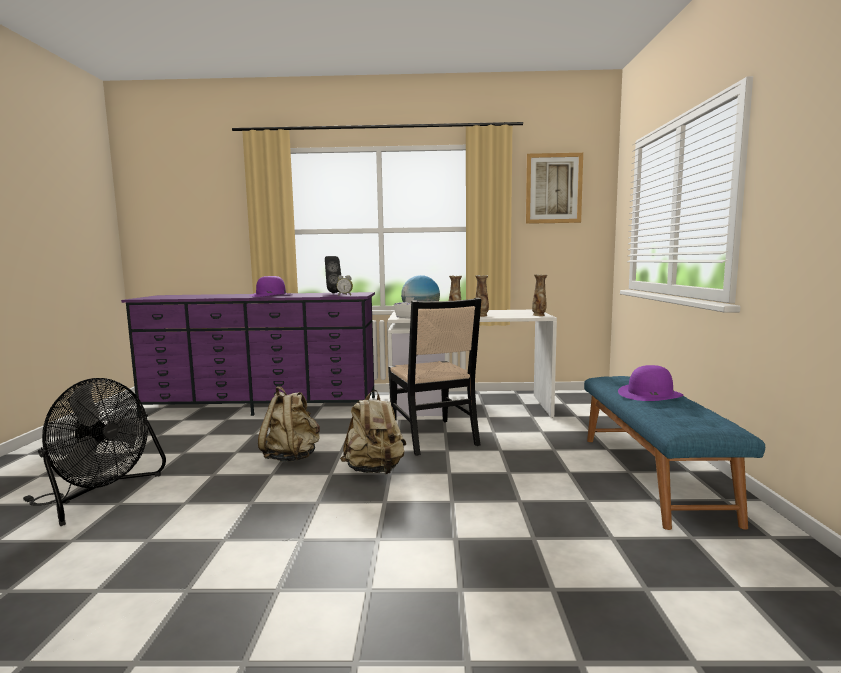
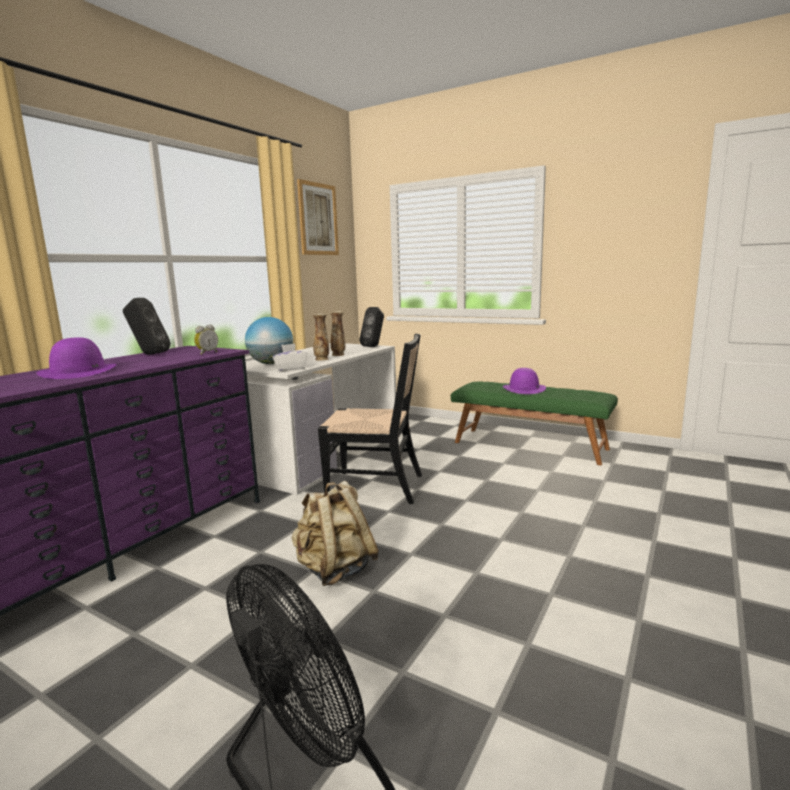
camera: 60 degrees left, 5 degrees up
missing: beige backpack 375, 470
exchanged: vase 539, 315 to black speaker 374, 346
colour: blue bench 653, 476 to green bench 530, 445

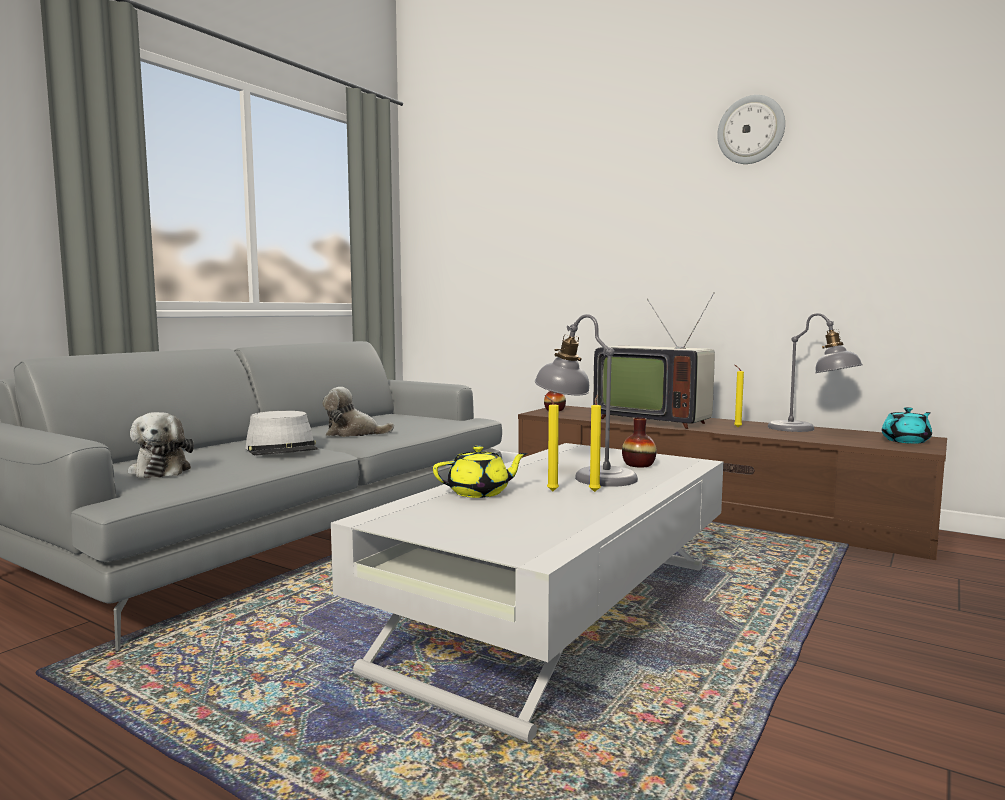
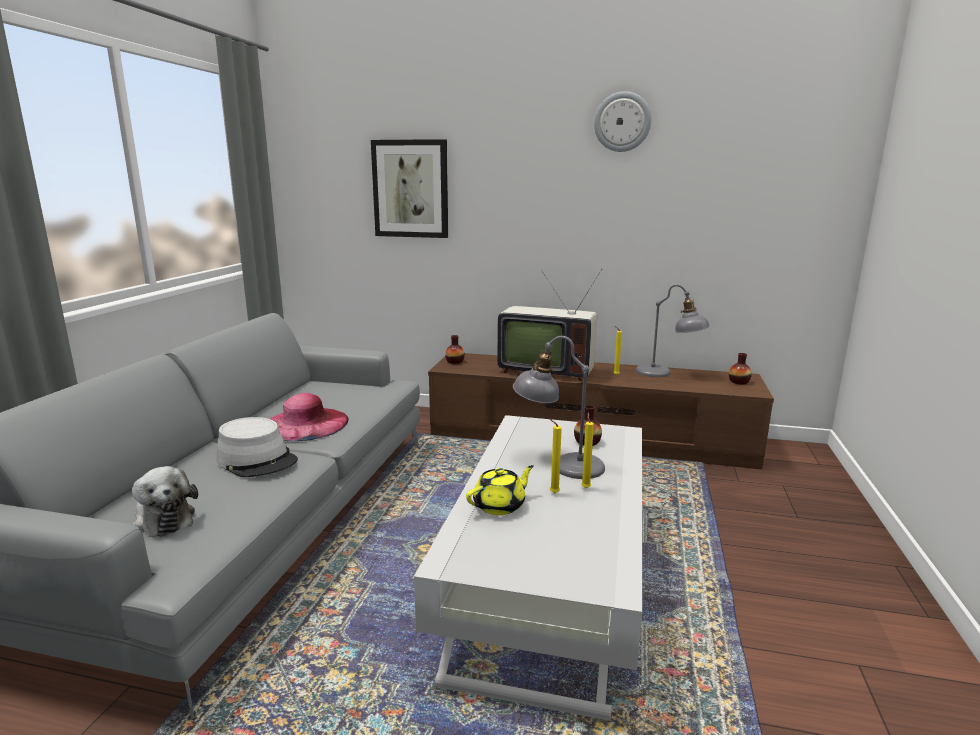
camera: 20 degrees left, 10 degrees up
appeared: picture 410, 189
exchanged: plush toy 353, 433 to pink hat 305, 423; turquoise teapot 906, 441 to vase 738, 382

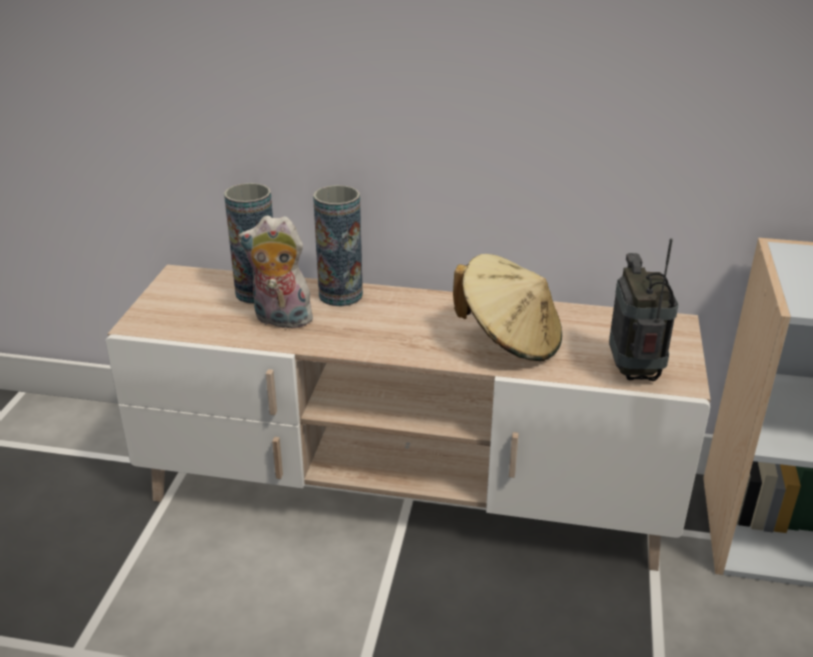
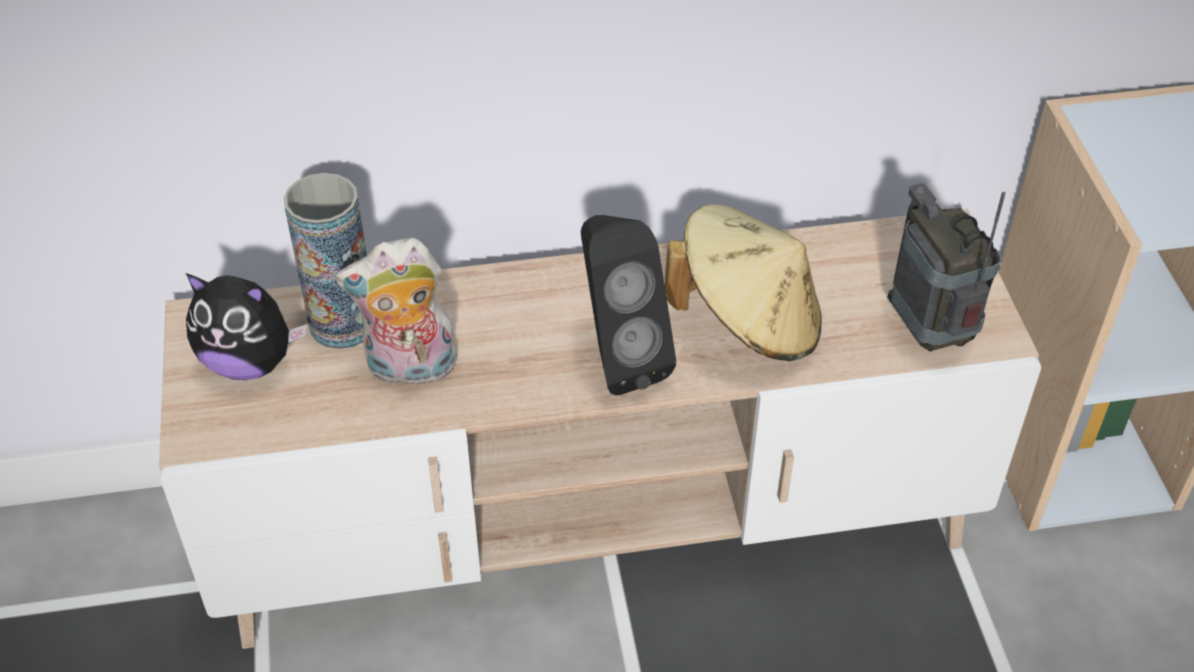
camera: 20 degrees left, 15 degrees up
missing: vase 340, 295
appeared: plush toy 249, 362; black speaker 618, 359

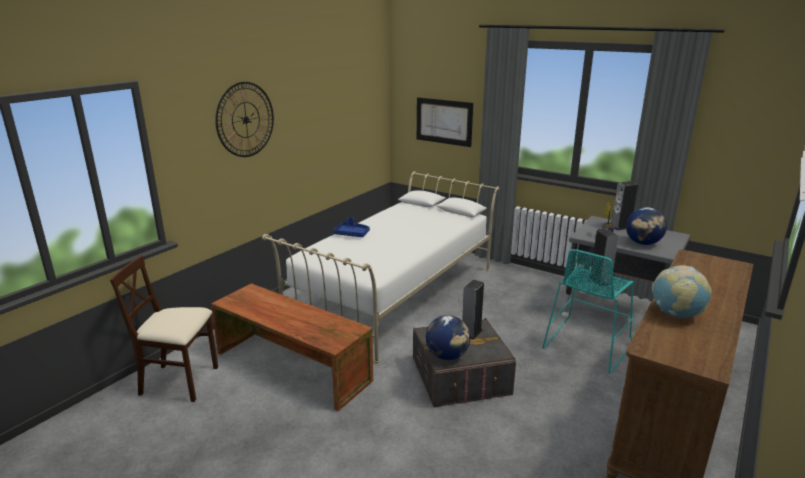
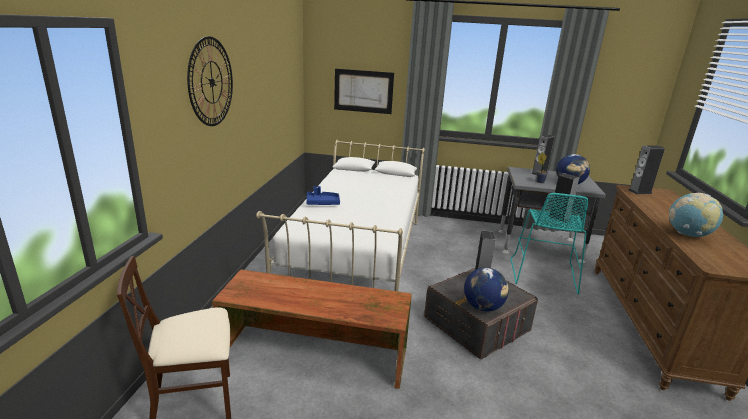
camera: 25 degrees left, 0 degrees up
appeared: speaker 640, 192

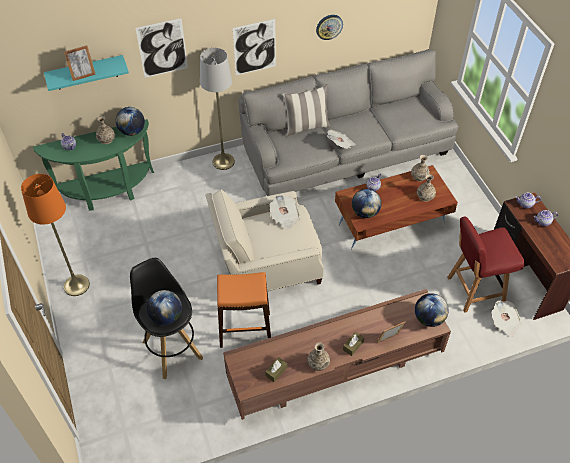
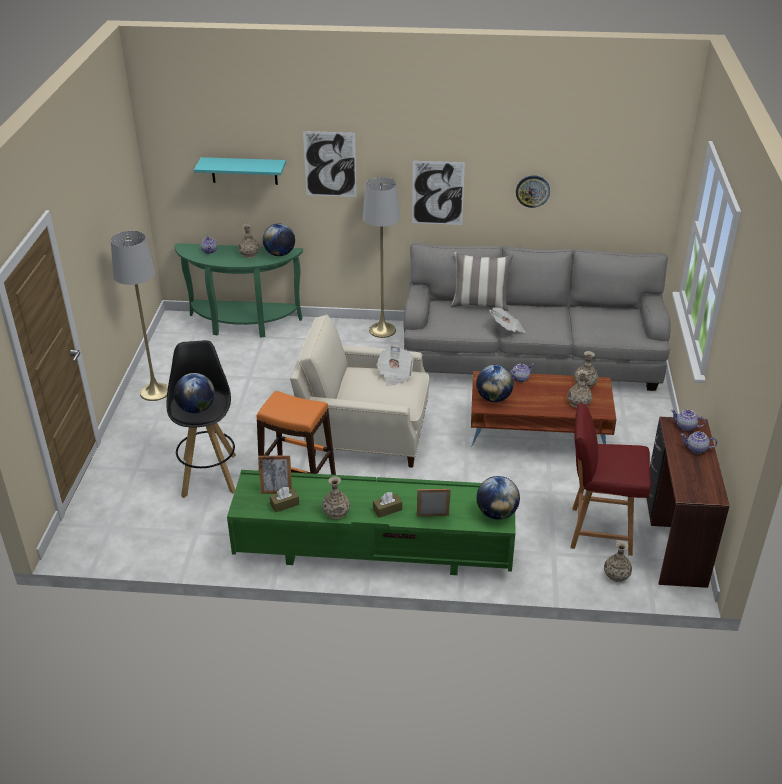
camera: 25 degrees right, 15 degrees down
relocated: picture frame 83, 75 to 276, 490
exchanged: newspaper 504, 323 to vase 616, 575
colour: orange floor lamp 76, 285 to grey floor lamp 155, 392; brown tv stand 335, 368 to green tv stand 374, 549

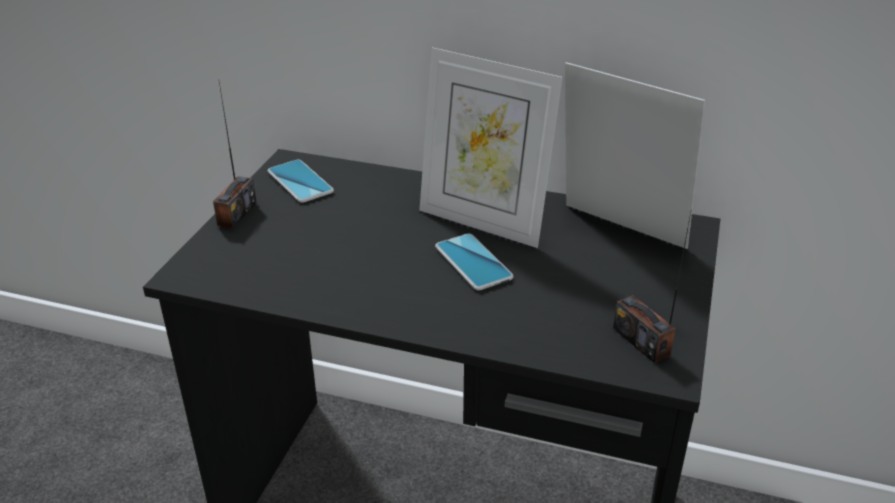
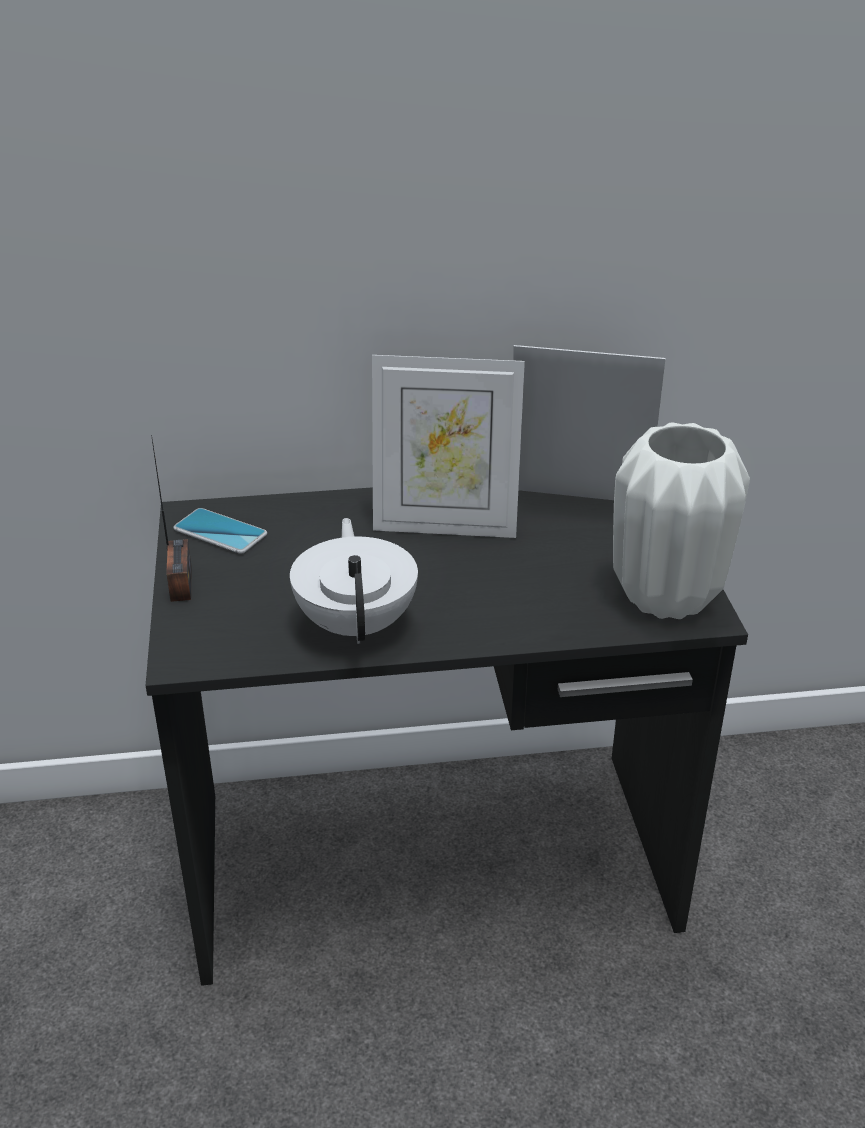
camera: 25 degrees left, 0 degrees up
missing: phone 473, 262
appeared: white teapot 357, 624
exchanged: radio 641, 341 to white vase 668, 597

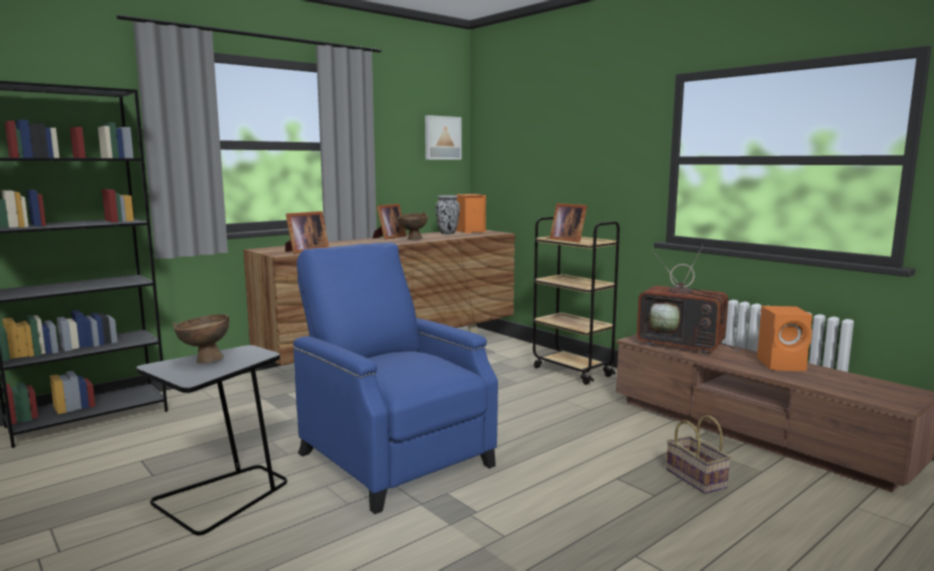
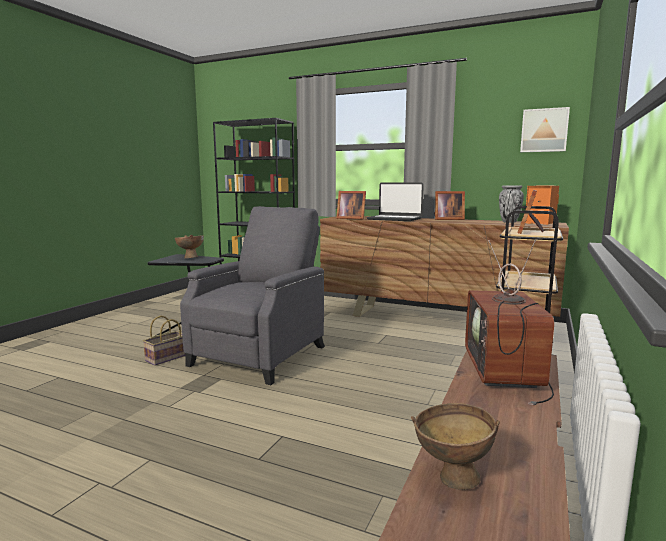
camera: 65 degrees right, 0 degrees up
missing: orange speaker 782, 365
appeared: laptop 395, 219
relocated: brown bowl 412, 239 to 450, 477; basket 697, 479 to 166, 358
colour: blue armchair 391, 457 to grey armchair 262, 354

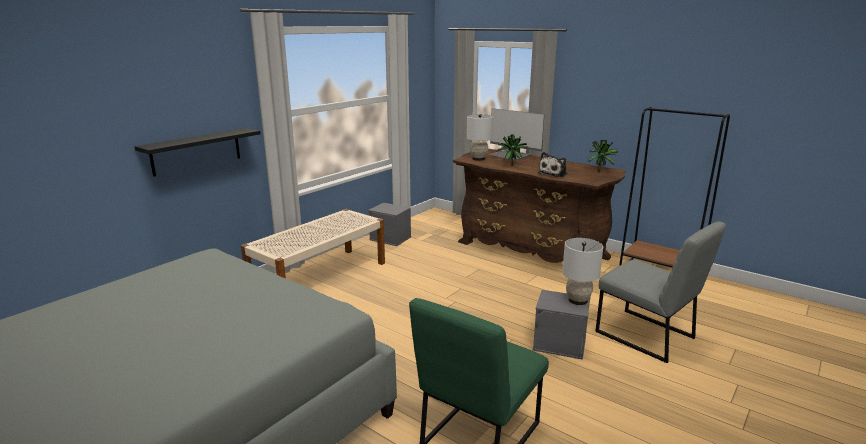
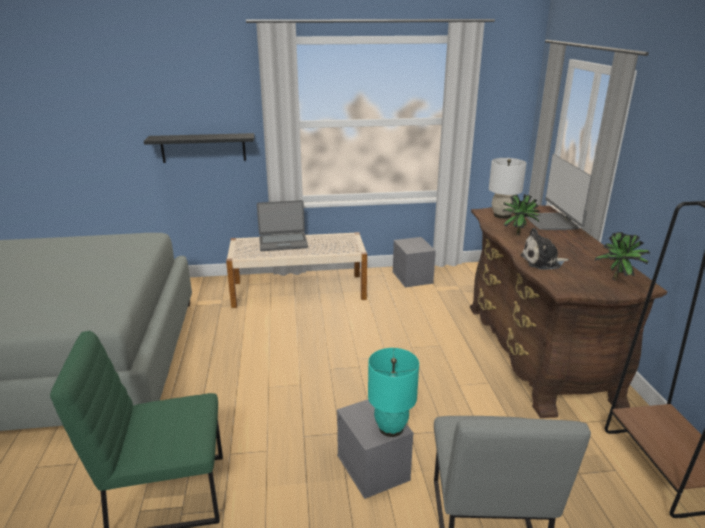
camera: 45 degrees right, 5 degrees up
appeared: laptop 283, 242
colour: white table lamp 578, 300 to turquoise table lamp 391, 428

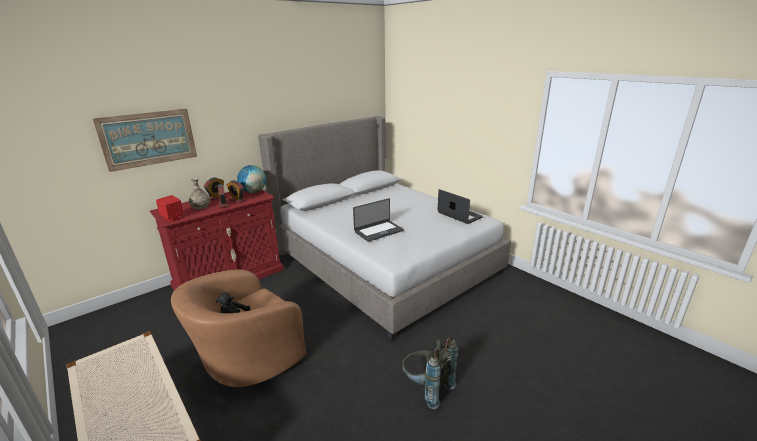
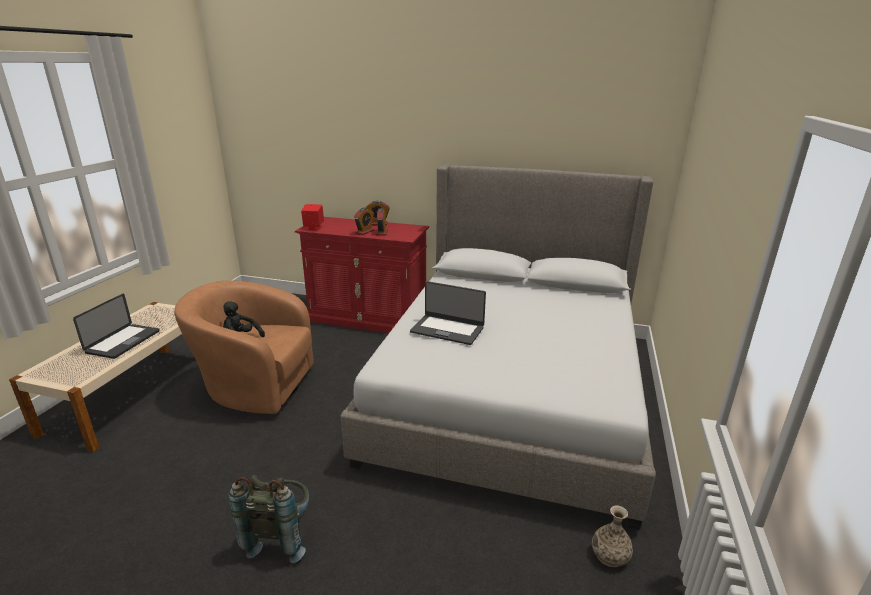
camera: 55 degrees right, 0 degrees up
missing: picture 149, 138; globe 253, 192
relocated: vase 200, 207 to 609, 555; laptop 459, 215 to 123, 342

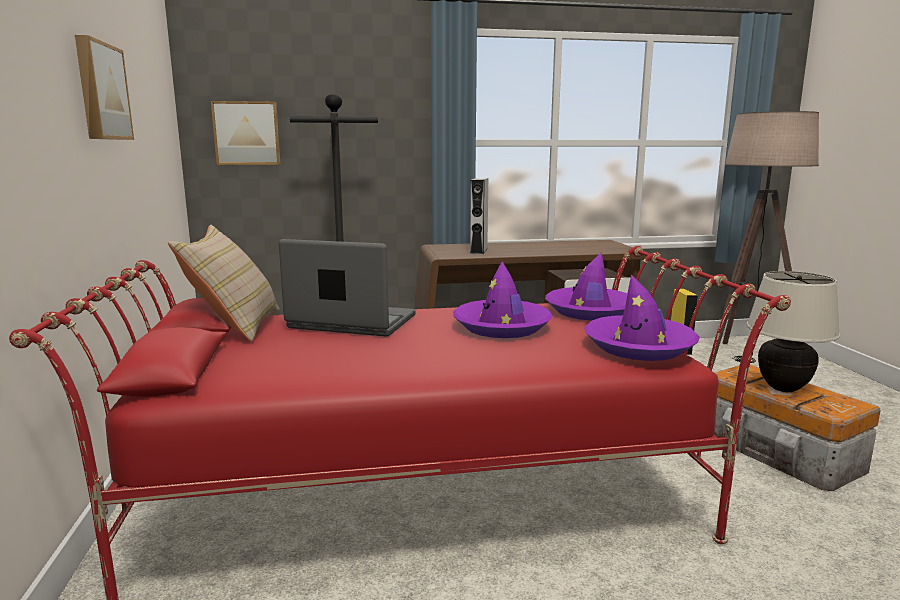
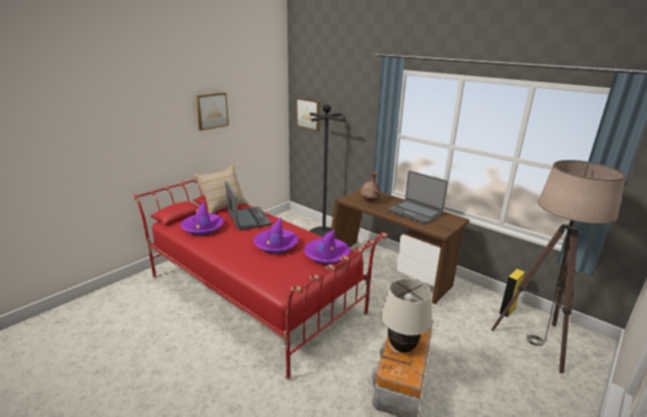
camera: 50 degrees right, 10 degrees up
appeared: laptop 415, 212
relocated: purple hat 639, 347 to 203, 228
exchanged: grey speaker 478, 251 to brown vase 370, 201

